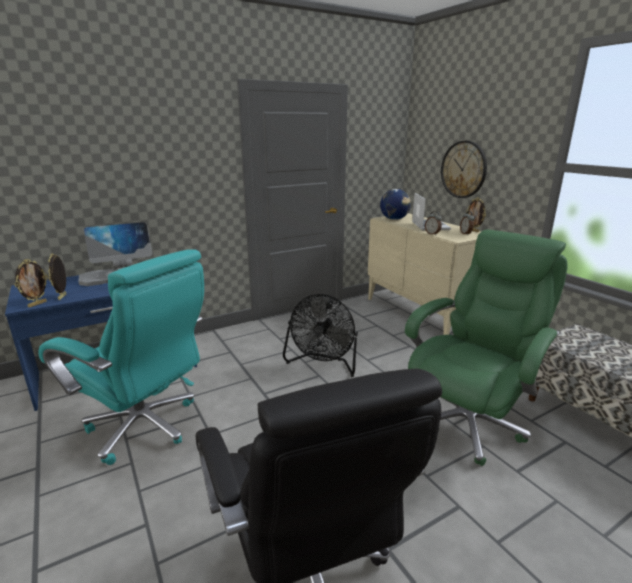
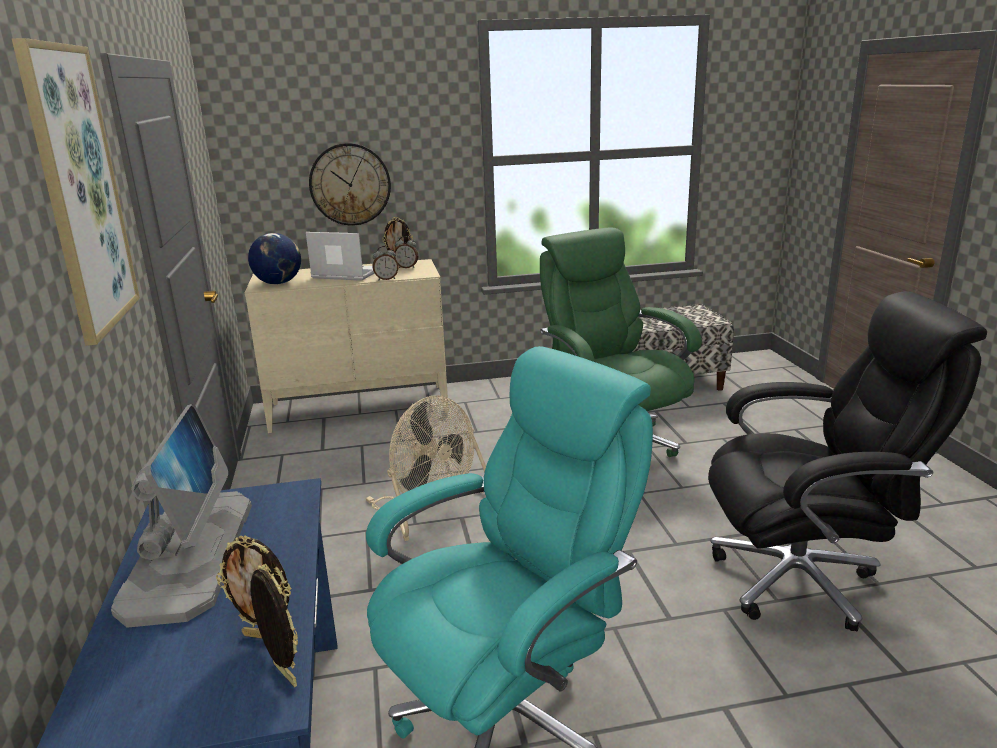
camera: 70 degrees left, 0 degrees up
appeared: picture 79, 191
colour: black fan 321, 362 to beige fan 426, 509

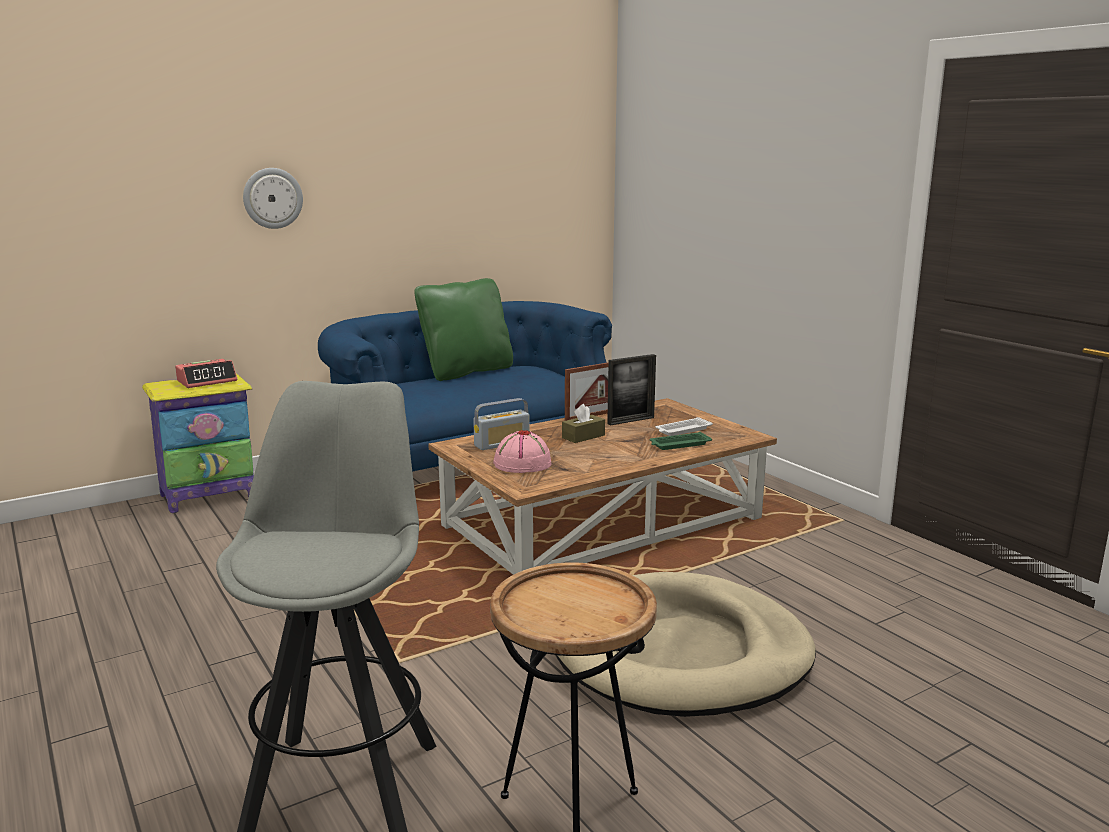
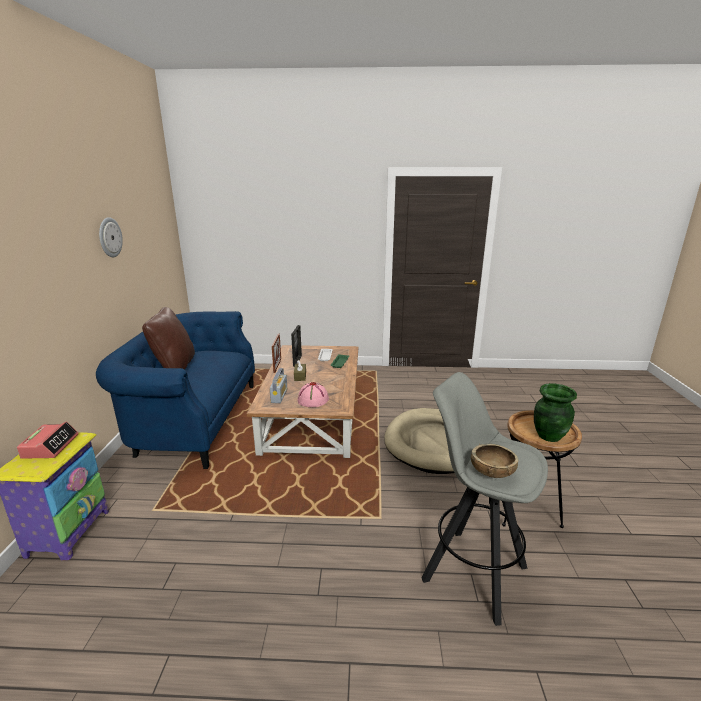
camera: 55 degrees left, 5 degrees up
appeared: brown bowl 492, 472; green vase 548, 436
relocated: wall clock 272, 198 to 109, 237
colour: green pillow 466, 371 to brown pillow 175, 367

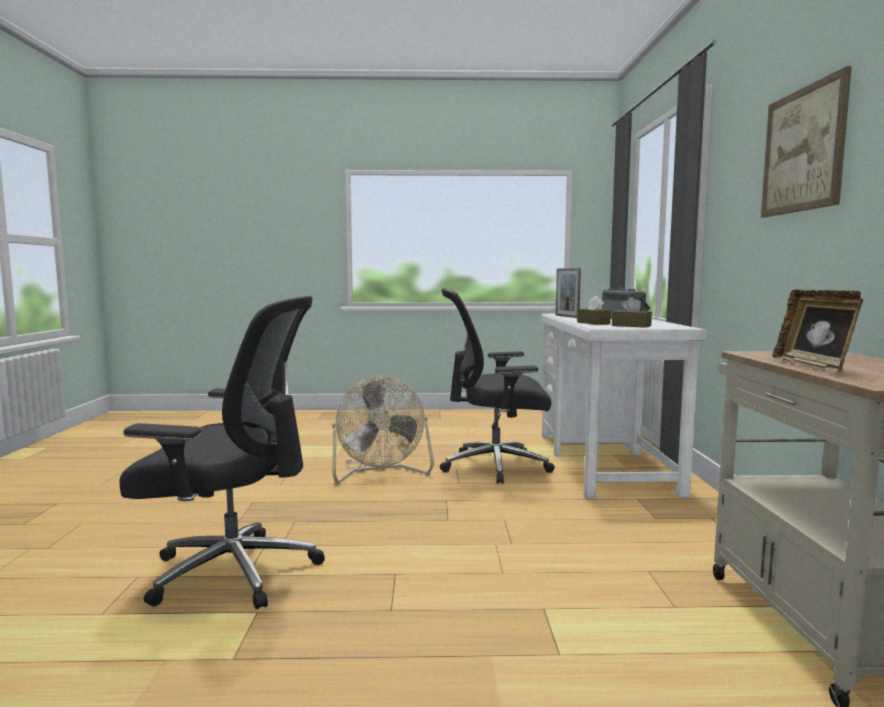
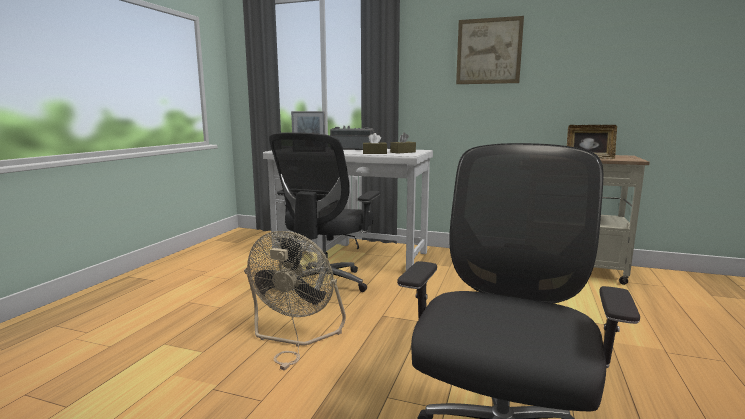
camera: 70 degrees left, 5 degrees up
spun: beige fan 376, 474 = 290, 336 75 degrees counterclockwise

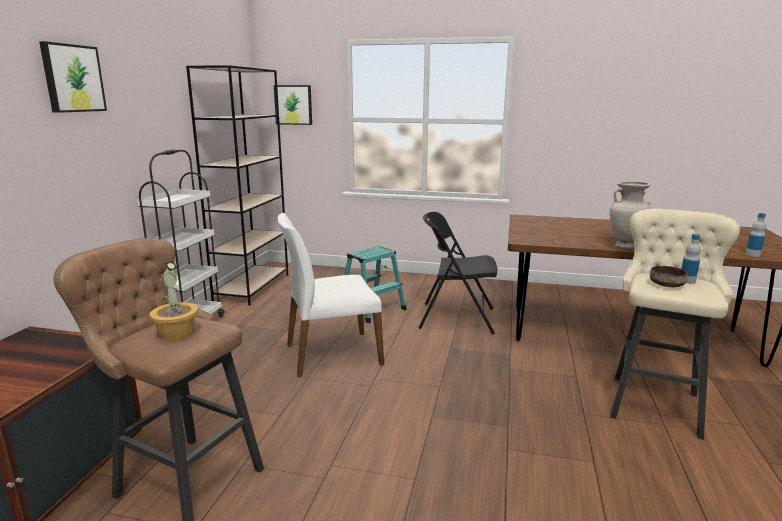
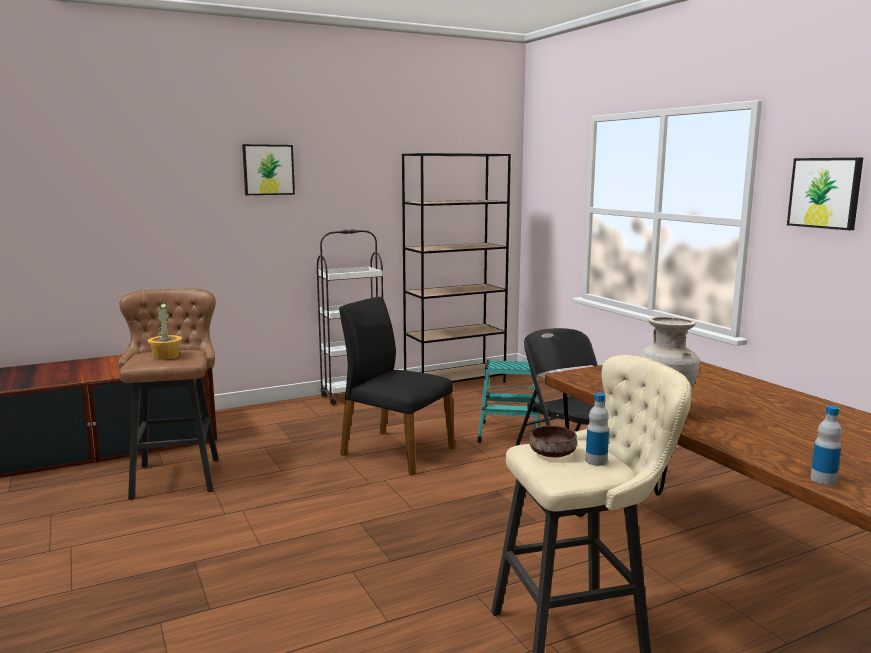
camera: 50 degrees right, 5 degrees down
relocated: picture 293, 105 to 825, 193
colour: white chair 332, 354 to black chair 396, 451

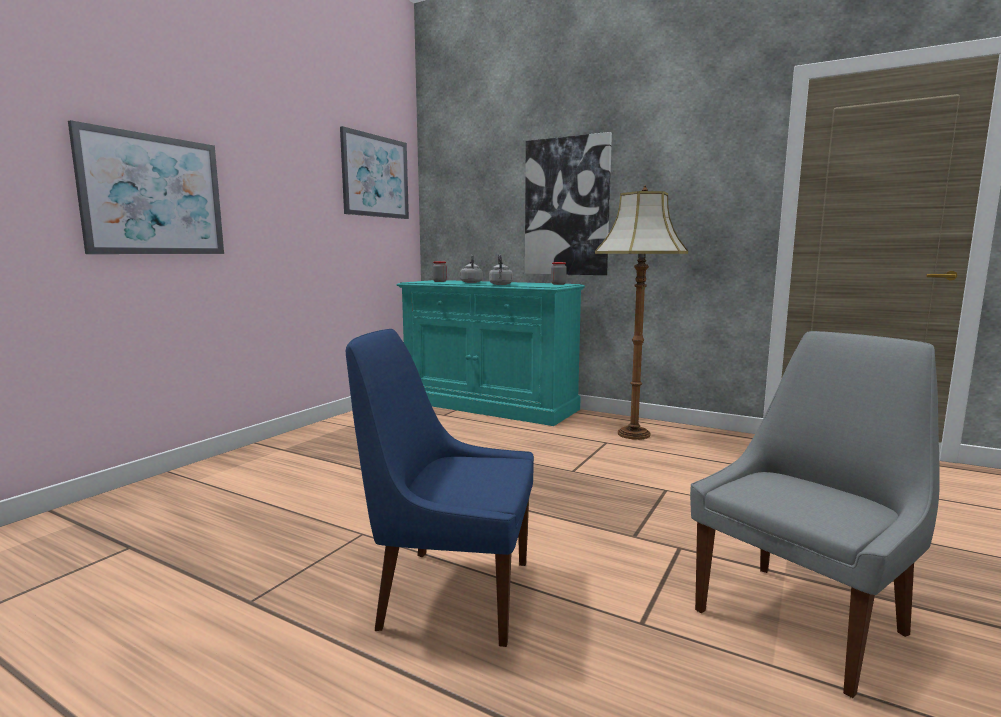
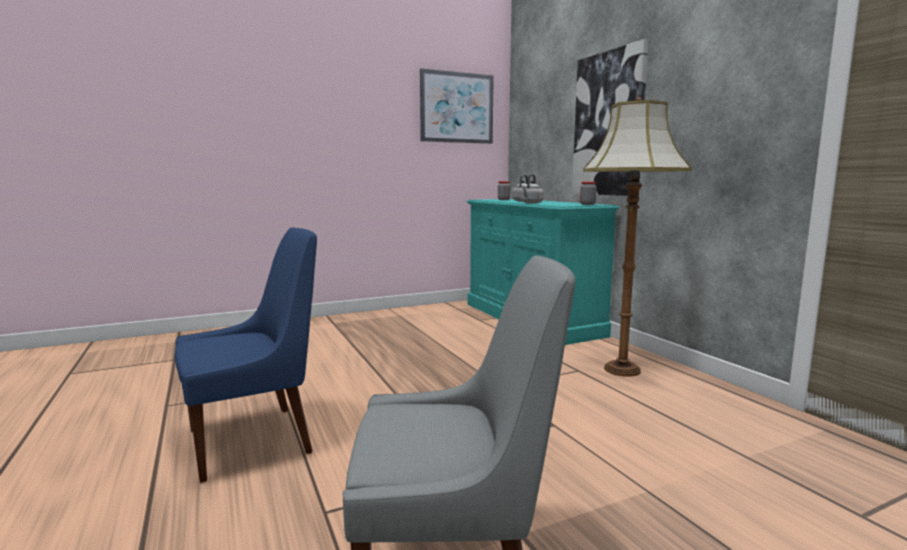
camera: 35 degrees right, 0 degrees up
missing: picture 153, 195
spun: blue chair 449, 593 = 255, 440 105 degrees clockwise

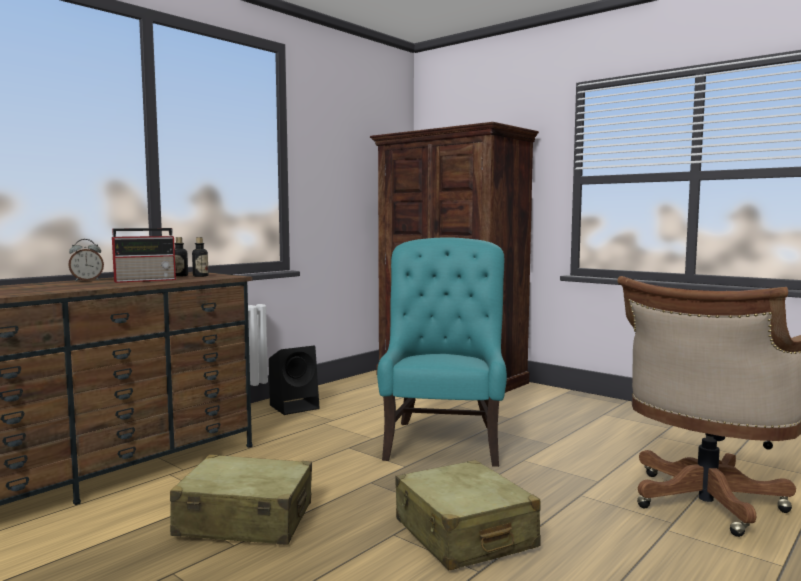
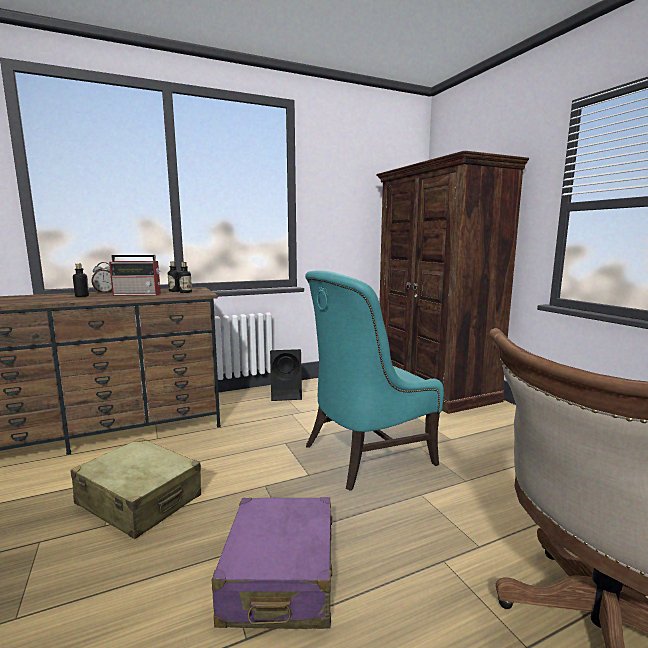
camera: 25 degrees right, 5 degrees up
appeared: bottle 82, 296
colour: beige suitcase 464, 534 to purple suitcase 280, 577
spun: turquoise chair 443, 442 = 366, 454 150 degrees counterclockwise

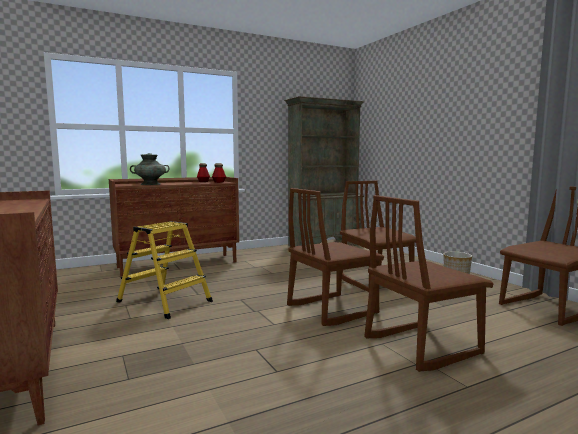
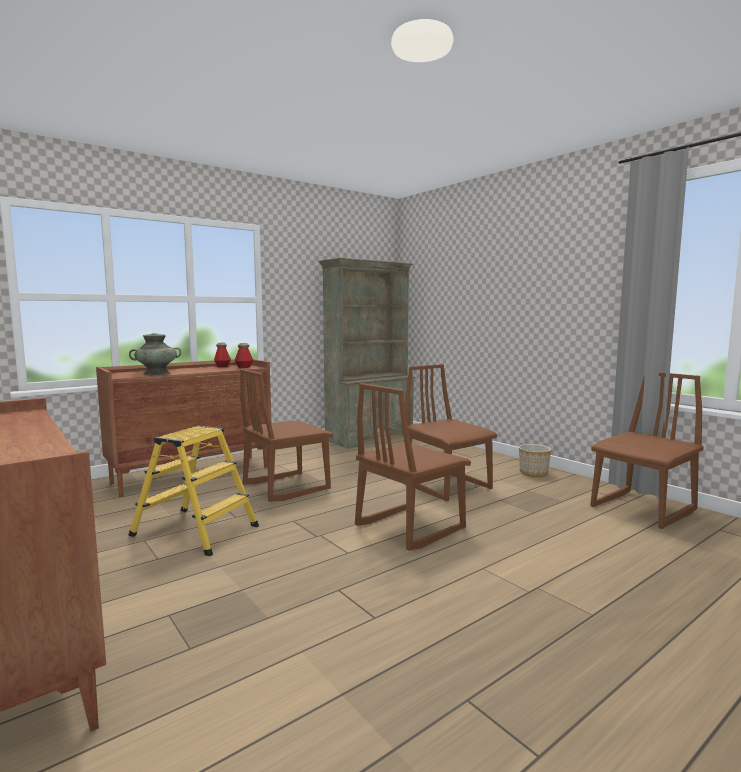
camera: 10 degrees left, 0 degrees up
relocated: brown chair 421, 346 to 286, 487

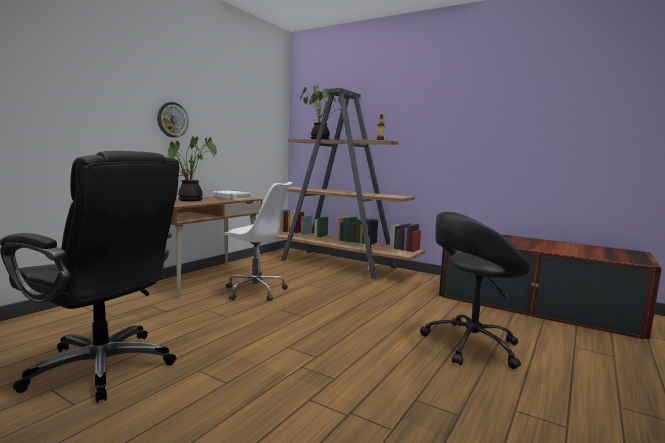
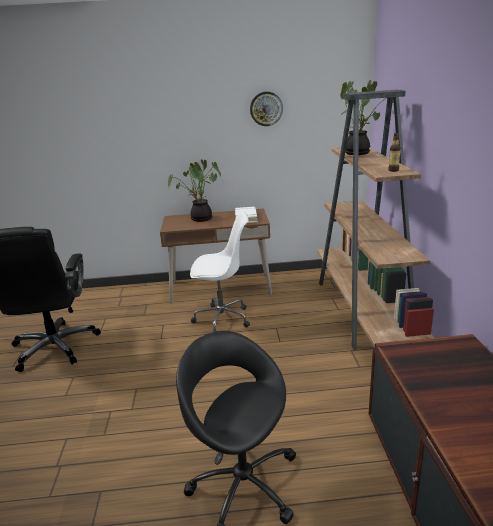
camera: 55 degrees right, 15 degrees up
relocated: wall clock 172, 120 to 266, 109
spun: white office chair 256, 291 = 223, 319 75 degrees counterclockwise

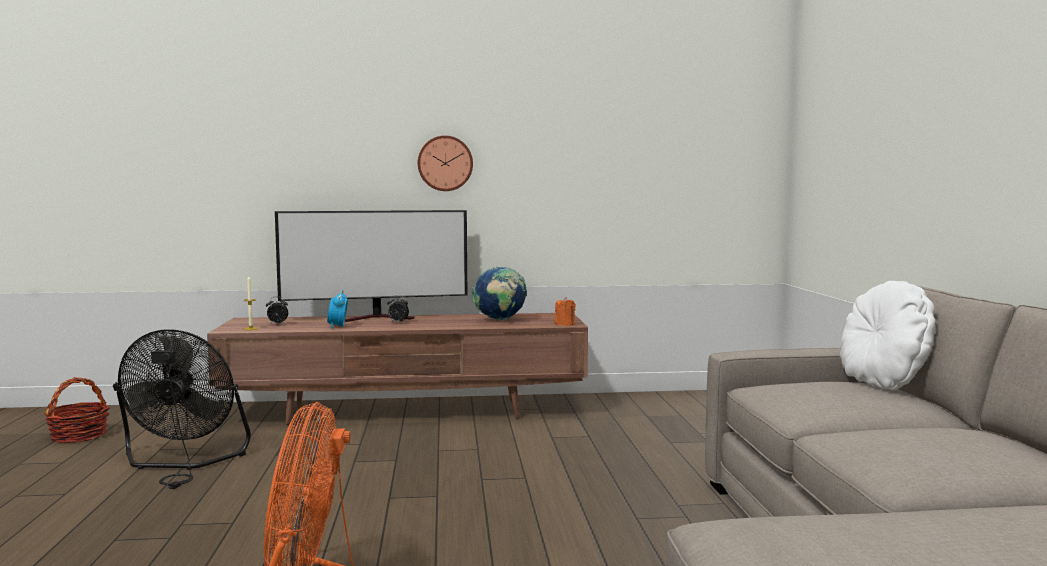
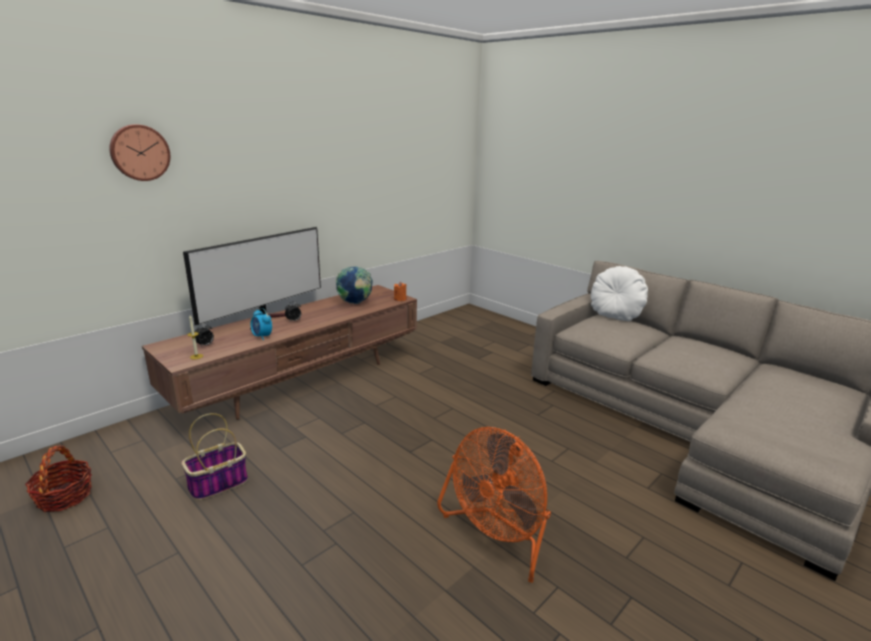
camera: 40 degrees left, 15 degrees up
relocated: wall clock 445, 163 to 139, 152
exchanged: black fan 178, 463 to basket 218, 484

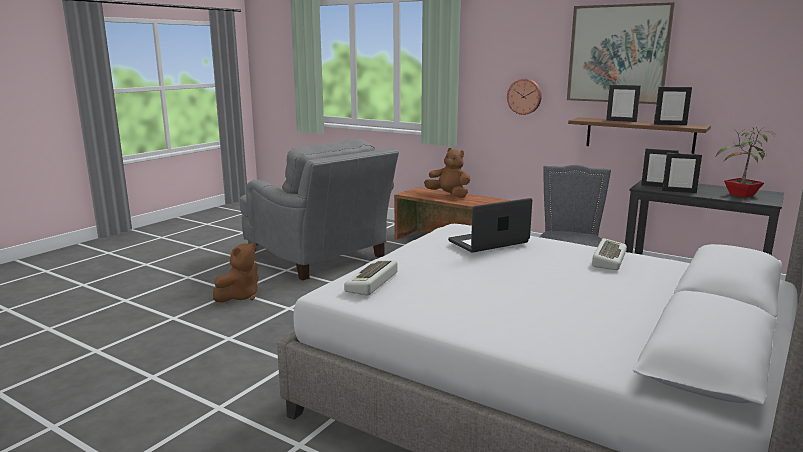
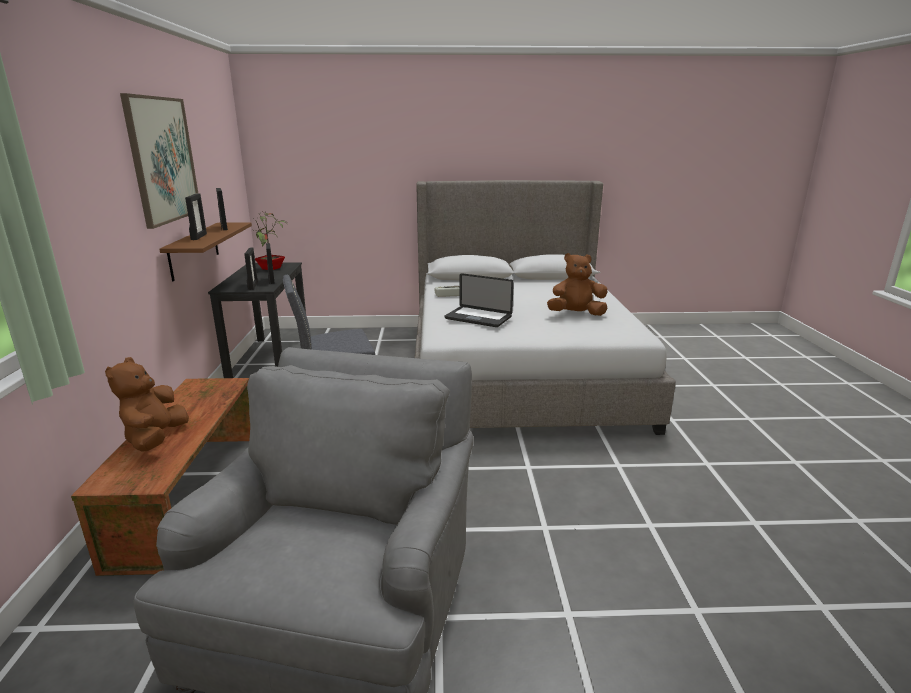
camera: 125 degrees left, 5 degrees up
missing: keyboard 373, 282; wall clock 524, 96
relocated: brown plush toy 240, 296 to 576, 314

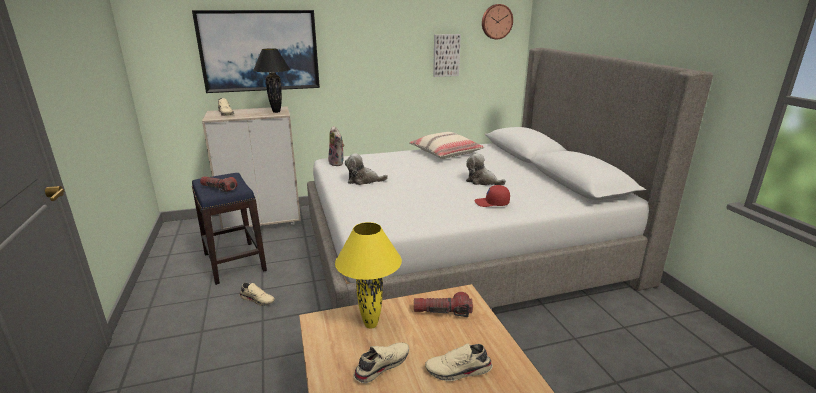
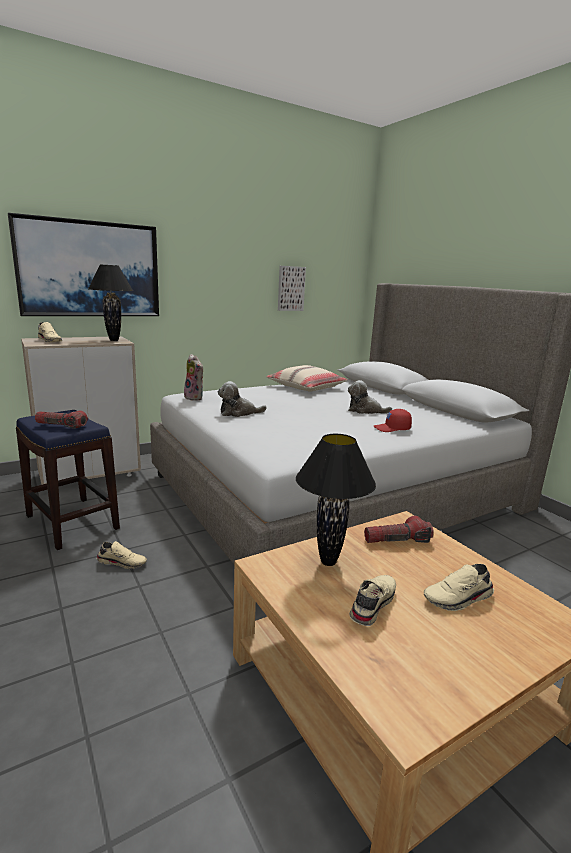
camera: 15 degrees left, 5 degrees down
missing: wall clock 496, 21
colour: yellow table lamp 370, 325 to black table lamp 328, 562

